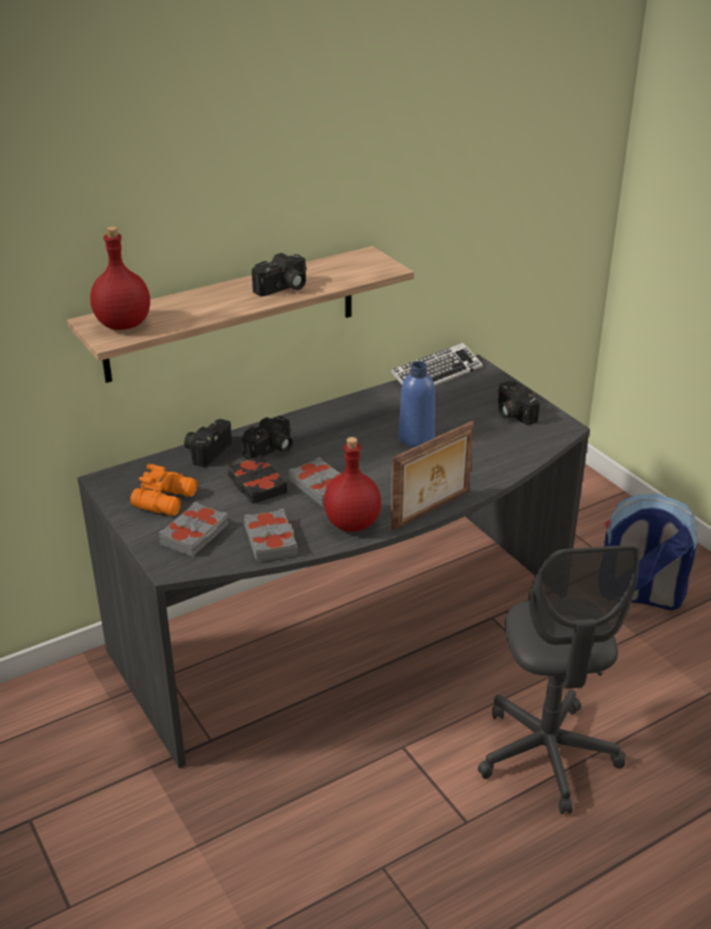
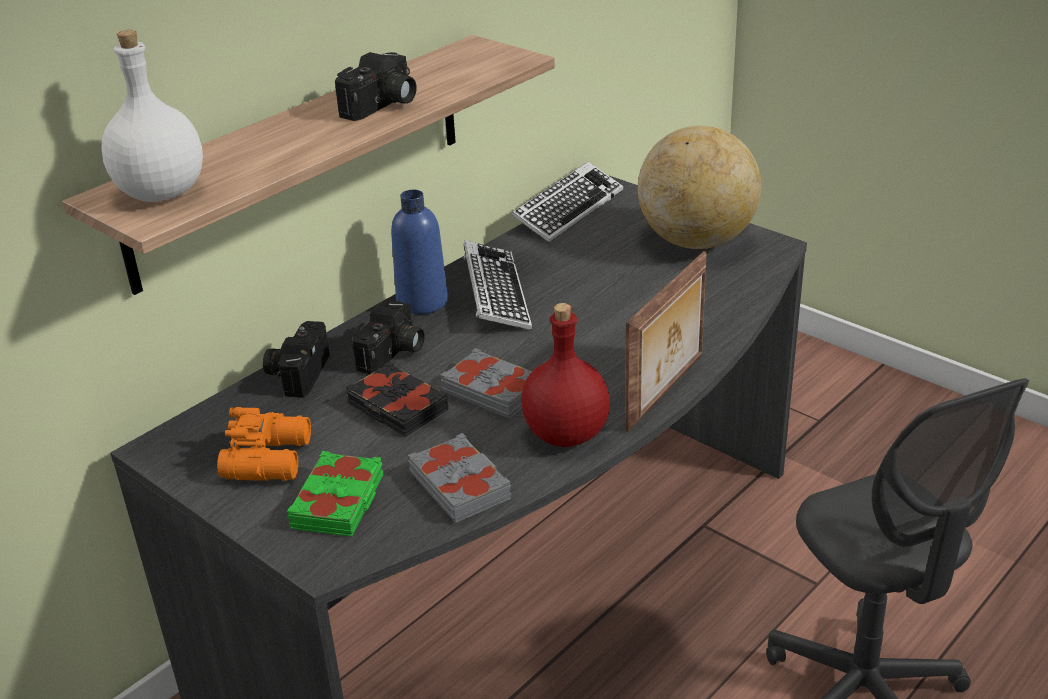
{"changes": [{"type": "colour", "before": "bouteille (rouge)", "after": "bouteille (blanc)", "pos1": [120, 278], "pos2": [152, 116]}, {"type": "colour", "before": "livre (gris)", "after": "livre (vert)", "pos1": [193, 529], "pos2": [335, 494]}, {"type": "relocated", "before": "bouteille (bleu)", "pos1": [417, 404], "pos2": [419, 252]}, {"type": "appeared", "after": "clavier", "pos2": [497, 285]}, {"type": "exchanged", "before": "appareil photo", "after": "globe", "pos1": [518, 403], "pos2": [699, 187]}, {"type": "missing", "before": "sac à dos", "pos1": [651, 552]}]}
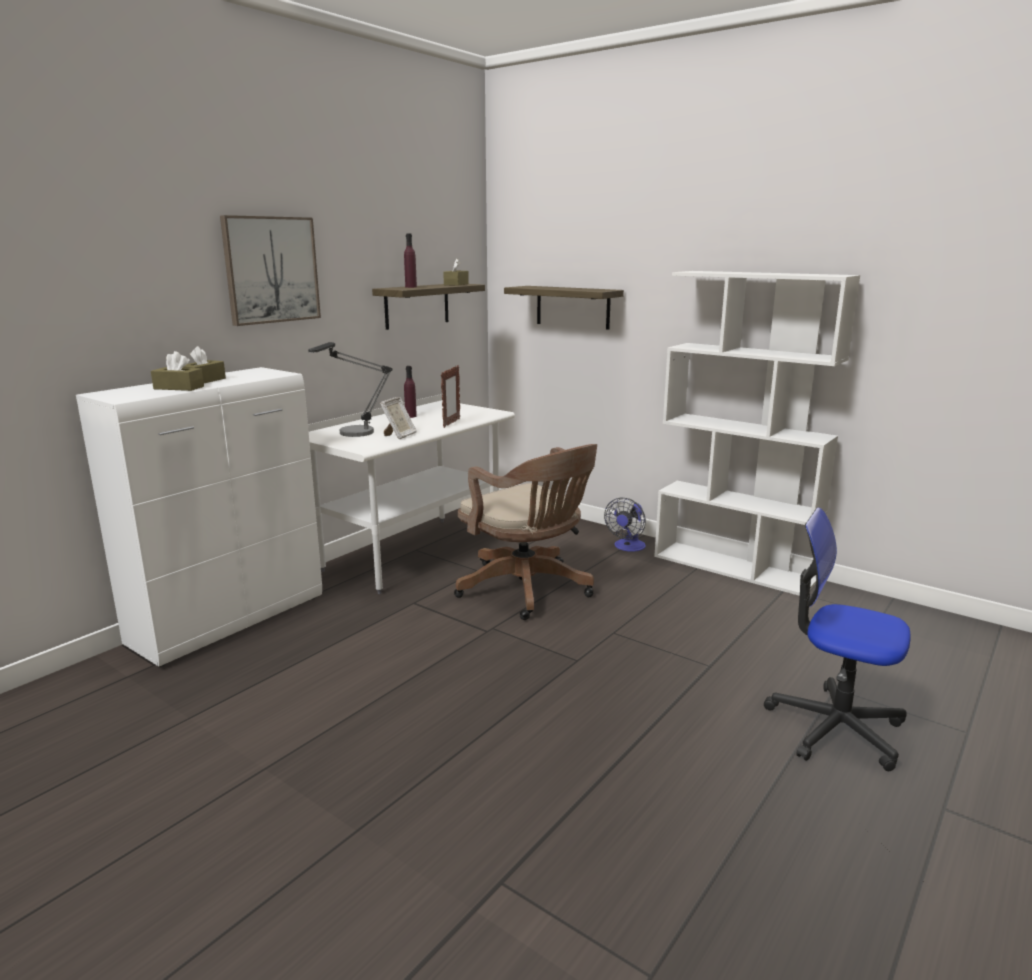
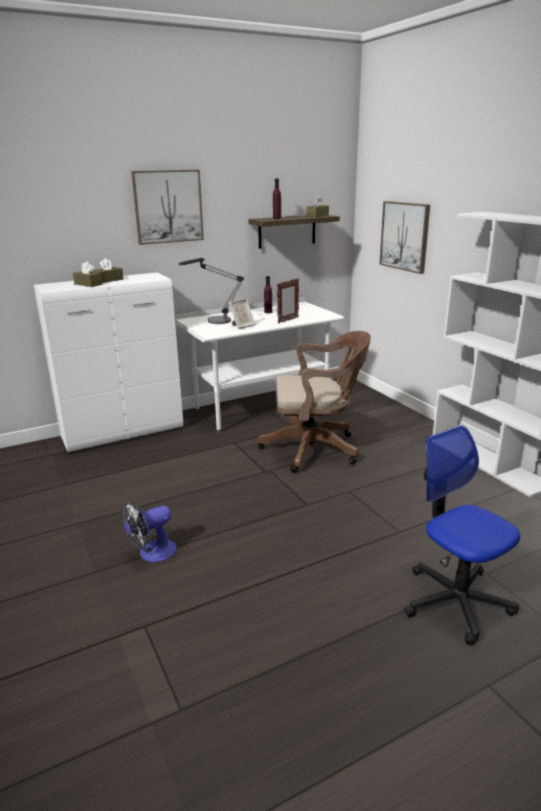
{"changes": [{"type": "relocated", "before": "ventilateur", "pos1": [625, 525], "pos2": [148, 532]}, {"type": "spun", "before": "chaise de bureau (marron)", "pos1": [525, 532], "pos2": [314, 402], "turn": -75}, {"type": "exchanged", "before": "étagère", "after": "tableau", "pos1": [564, 308], "pos2": [404, 237]}]}
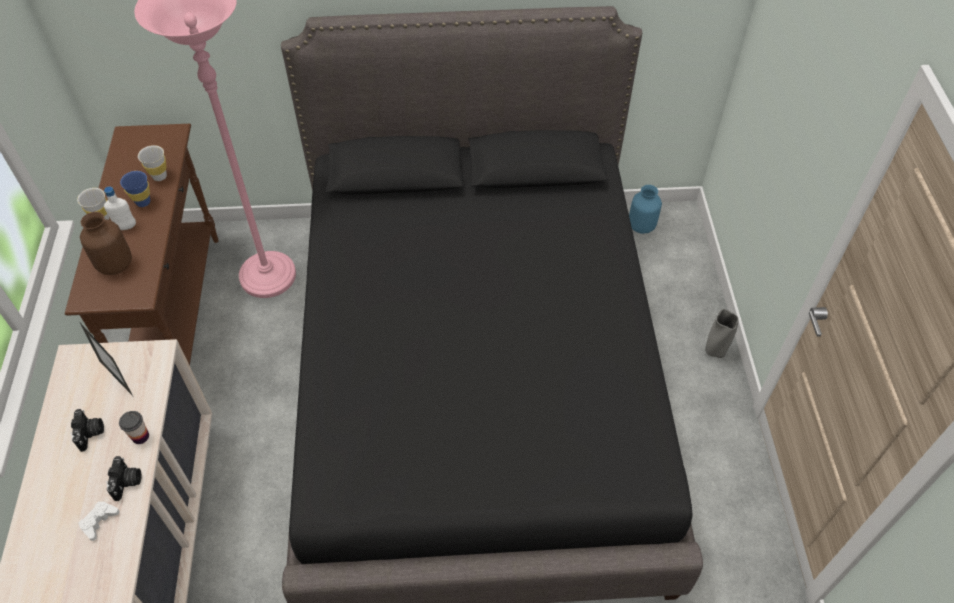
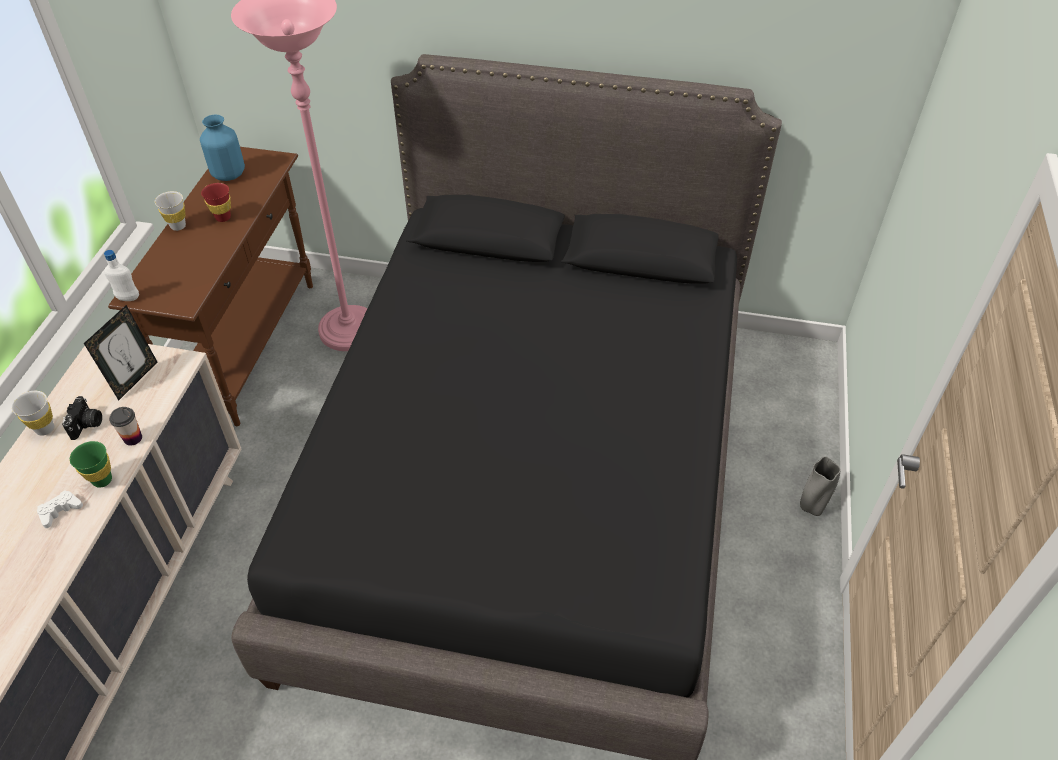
{"changes": [{"type": "relocated", "before": "tasse (blanc)", "pos1": [152, 163], "pos2": [32, 413]}, {"type": "exchanged", "before": "appareil photo", "after": "tasse (vert)", "pos1": [124, 478], "pos2": [90, 464]}, {"type": "spun", "before": "cadre photo", "pos1": [106, 359], "pos2": [120, 352], "turn": 45}, {"type": "relocated", "before": "bouteille (blanc)", "pos1": [120, 208], "pos2": [121, 275]}, {"type": "relocated", "before": "vase (bleu)", "pos1": [645, 209], "pos2": [222, 148]}, {"type": "colour", "before": "tasse (bleu)", "after": "tasse (rouge)", "pos1": [135, 189], "pos2": [216, 202]}, {"type": "missing", "before": "vase (marron)", "pos1": [106, 243]}]}
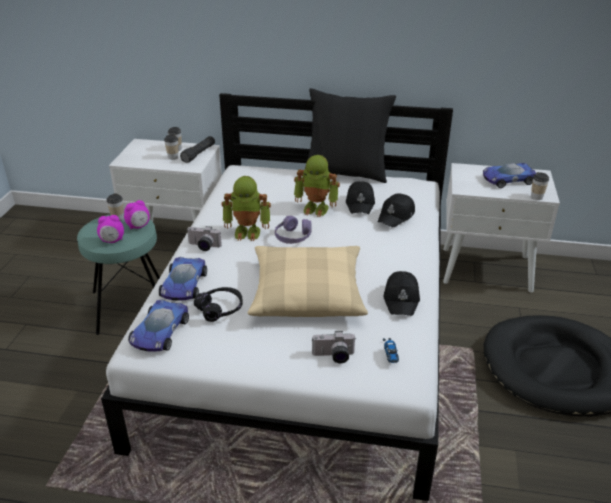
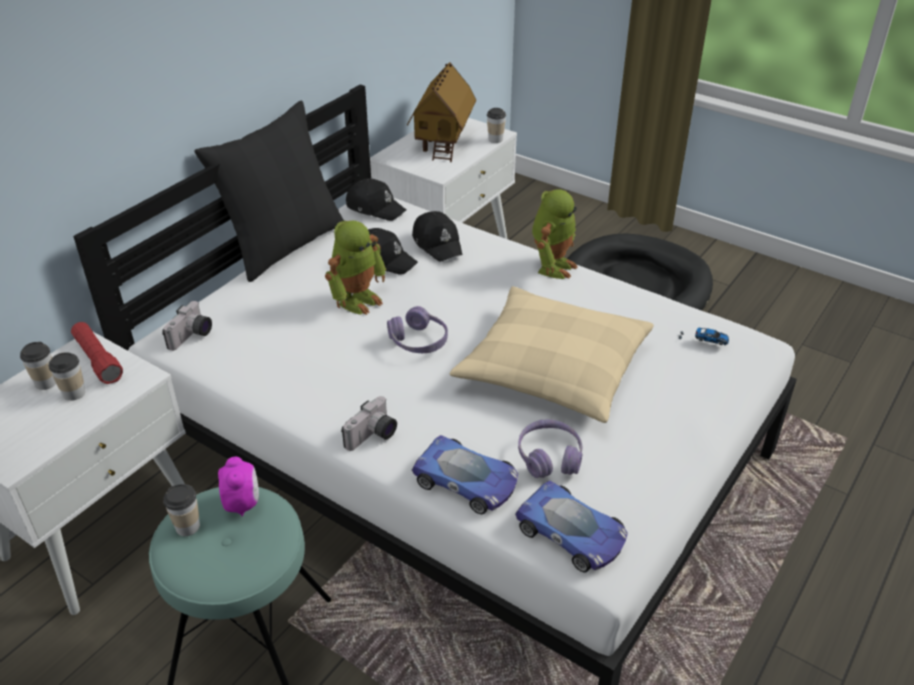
{"changes": [{"type": "colour", "before": "lampe de poche (noir)", "after": "lampe de poche (rouge)", "pos1": [197, 149], "pos2": [97, 353]}, {"type": "relocated", "before": "appareil photo", "pos1": [333, 347], "pos2": [187, 326]}, {"type": "relocated", "before": "casquette (noir)", "pos1": [402, 293], "pos2": [376, 199]}, {"type": "exchanged", "before": "petite voiture", "after": "maison miniature", "pos1": [509, 175], "pos2": [441, 112]}, {"type": "colour", "before": "casque audio (noir)", "after": "casque audio (violet)", "pos1": [218, 304], "pos2": [550, 448]}, {"type": "relocated", "before": "robot jouet", "pos1": [246, 208], "pos2": [554, 234]}, {"type": "missing", "before": "réveil", "pos1": [110, 229]}]}
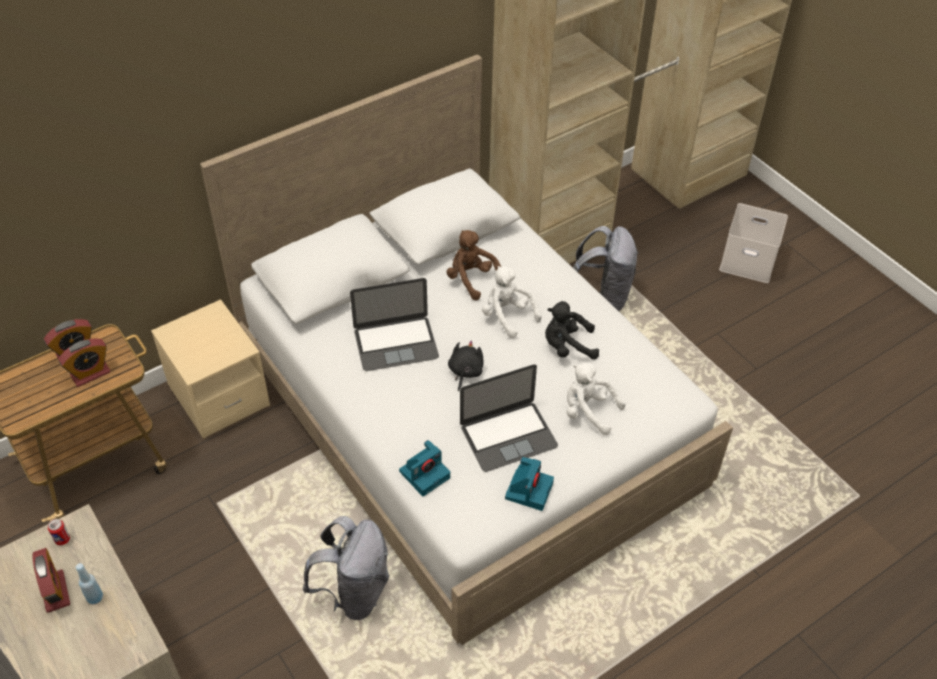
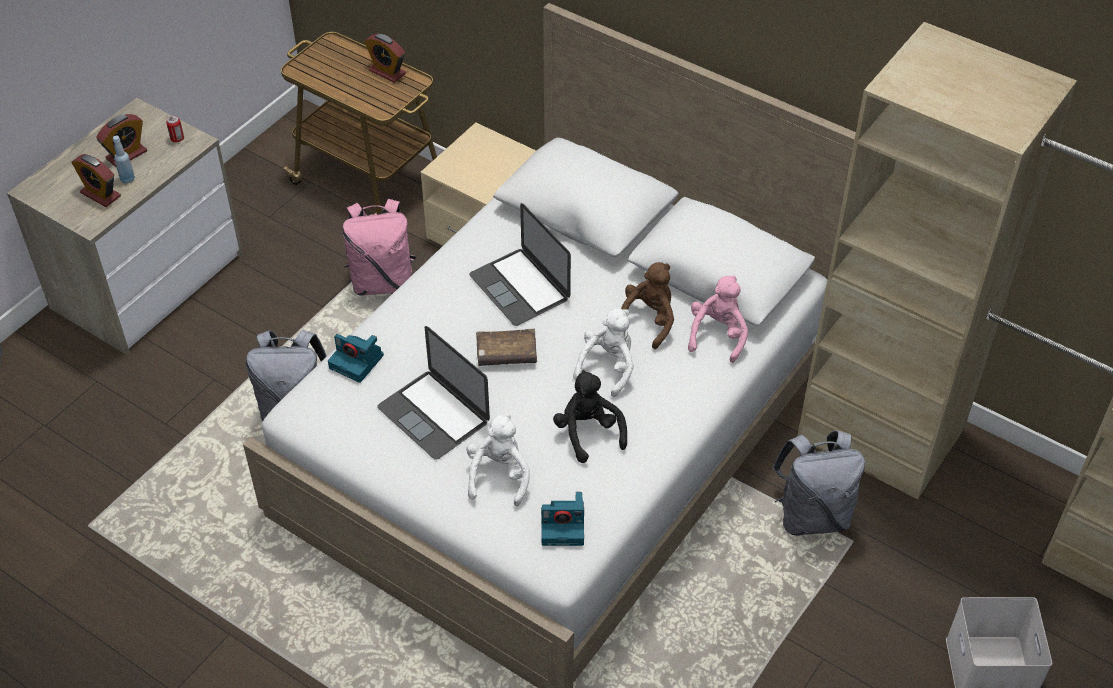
{"changes": [{"type": "relocated", "before": "réveil", "pos1": [84, 363], "pos2": [96, 180]}, {"type": "appeared", "after": "sac à dos (rose)", "pos2": [379, 247]}, {"type": "exchanged", "before": "peluche (noir)", "after": "livre (marron)", "pos1": [466, 366], "pos2": [506, 347]}, {"type": "relocated", "before": "appareil photo", "pos1": [529, 484], "pos2": [562, 519]}, {"type": "appeared", "after": "peluche (rose)", "pos2": [718, 319]}]}
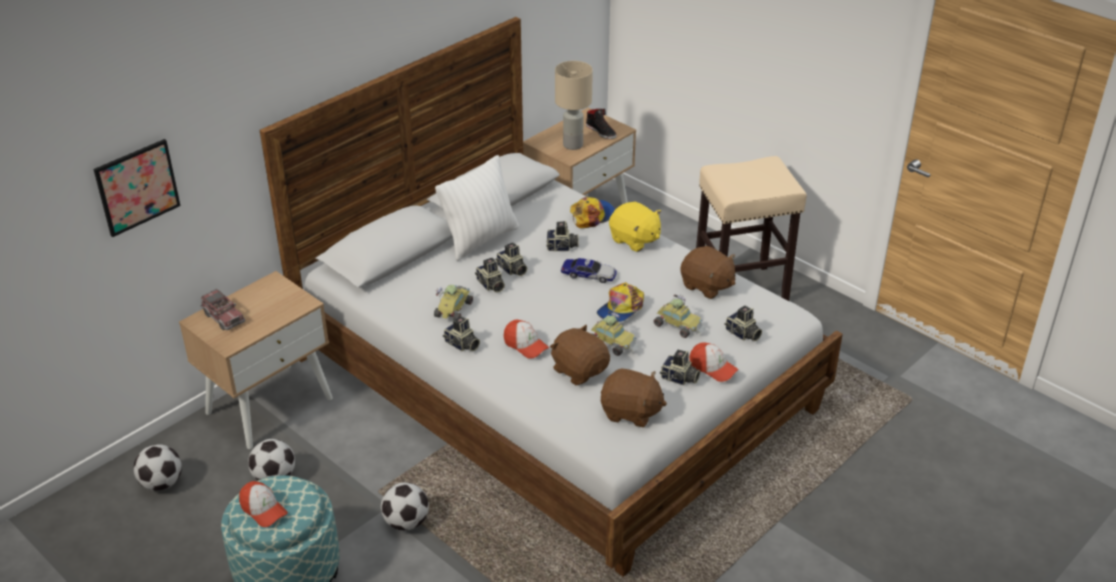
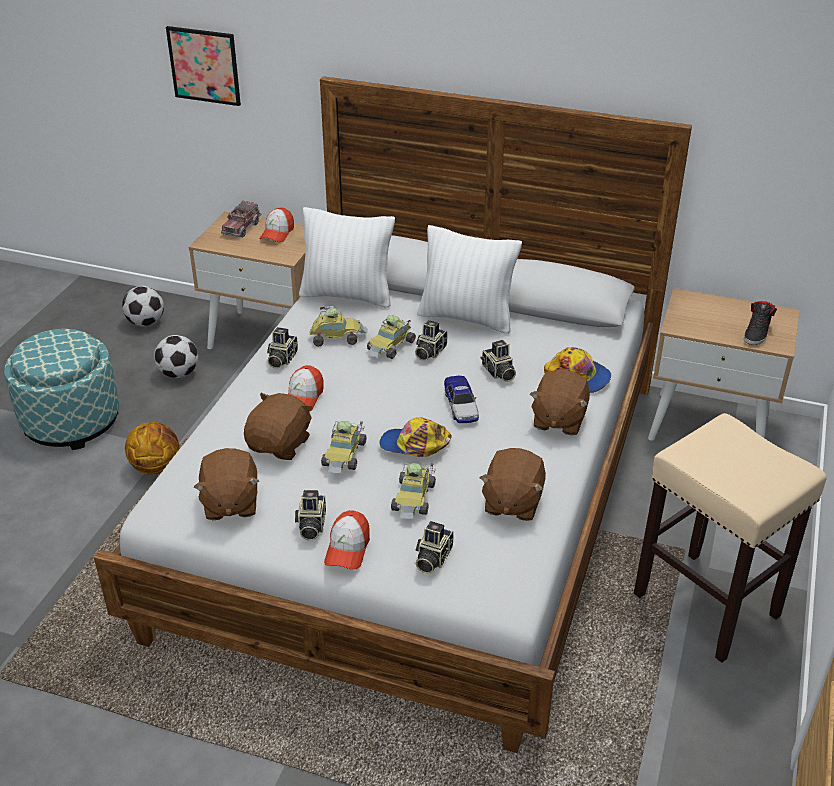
{"changes": [{"type": "exchanged", "before": "ballon de foot", "after": "ballon de basket", "pos1": [405, 506], "pos2": [152, 448]}, {"type": "relocated", "before": "casquette", "pos1": [263, 504], "pos2": [277, 225]}, {"type": "appeared", "after": "coussin (blanc)", "pos2": [347, 257]}, {"type": "exchanged", "before": "appareil photo", "after": "petite voiture", "pos1": [490, 275], "pos2": [391, 337]}, {"type": "colour", "before": "peluche (jaune)", "after": "peluche (marron)", "pos1": [635, 227], "pos2": [560, 402]}, {"type": "missing", "before": "lampe de table (beige)", "pos1": [574, 105]}]}
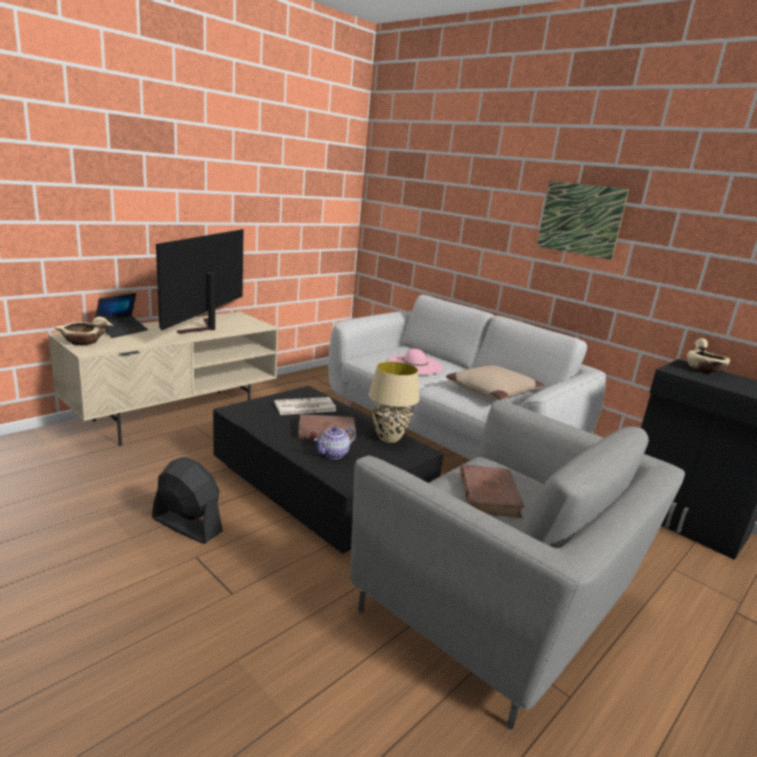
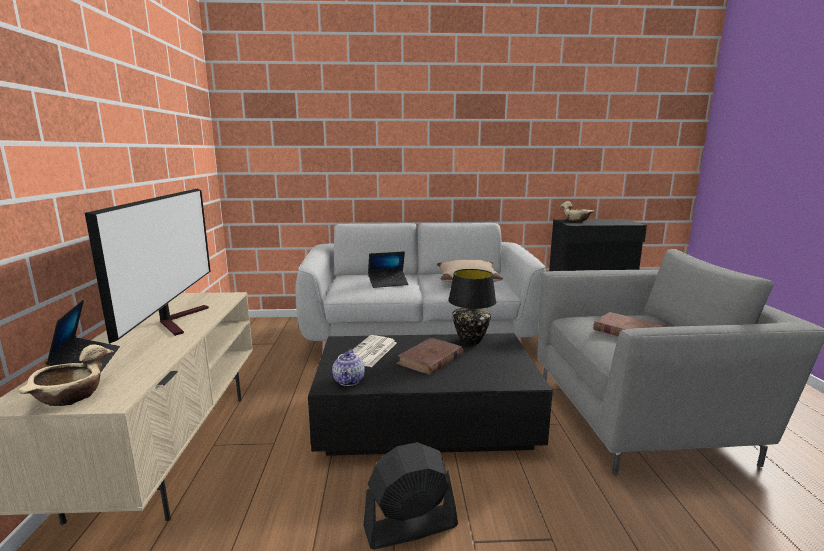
{"changes": [{"type": "spun", "before": "téléviseur", "pos1": [200, 281], "pos2": [148, 266], "turn": -150}, {"type": "relocated", "before": "théière", "pos1": [334, 442], "pos2": [348, 367]}, {"type": "exchanged", "before": "chapeau (rose)", "after": "ordinateur portable", "pos1": [415, 361], "pos2": [388, 269]}, {"type": "colour", "before": "lampe de table (beige)", "after": "lampe de table (noir)", "pos1": [394, 402], "pos2": [472, 307]}, {"type": "missing", "before": "tableau", "pos1": [583, 220]}]}
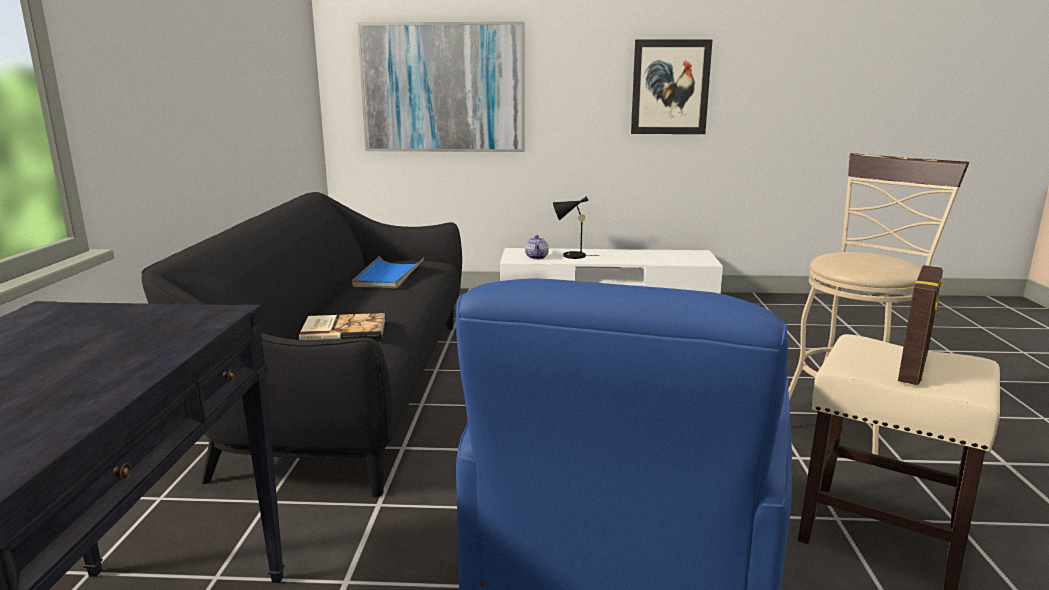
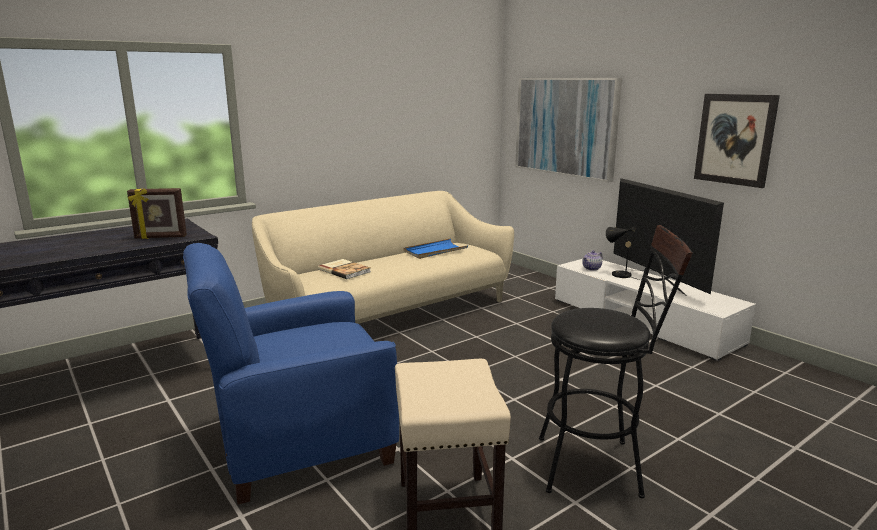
{"changes": [{"type": "relocated", "before": "cadre photo", "pos1": [920, 325], "pos2": [157, 213]}, {"type": "colour", "before": "canapé (noir)", "after": "canapé (beige)", "pos1": [301, 344], "pos2": [383, 257]}, {"type": "colour", "before": "tabouret (beige)", "after": "tabouret (noir)", "pos1": [878, 309], "pos2": [616, 361]}, {"type": "appeared", "after": "téléviseur", "pos2": [668, 237]}]}
